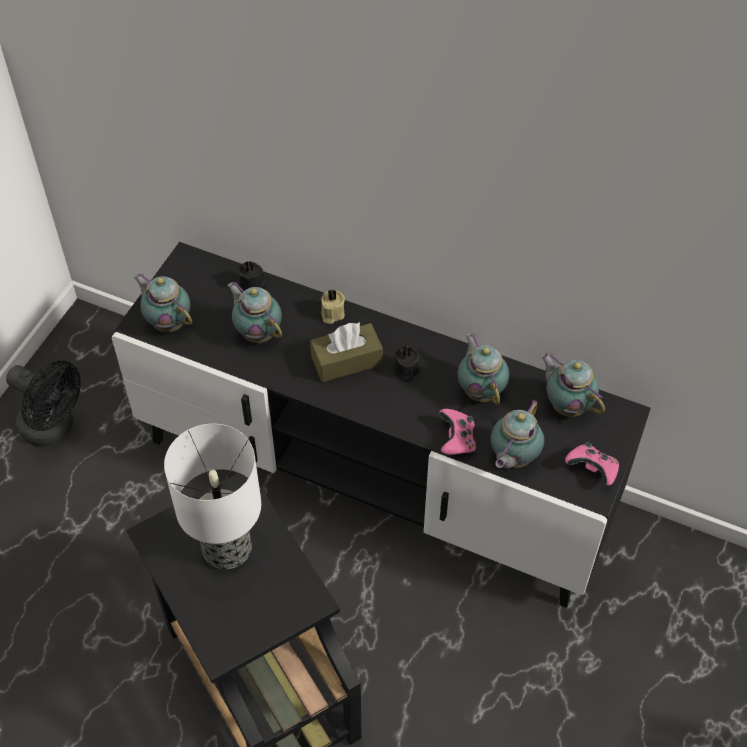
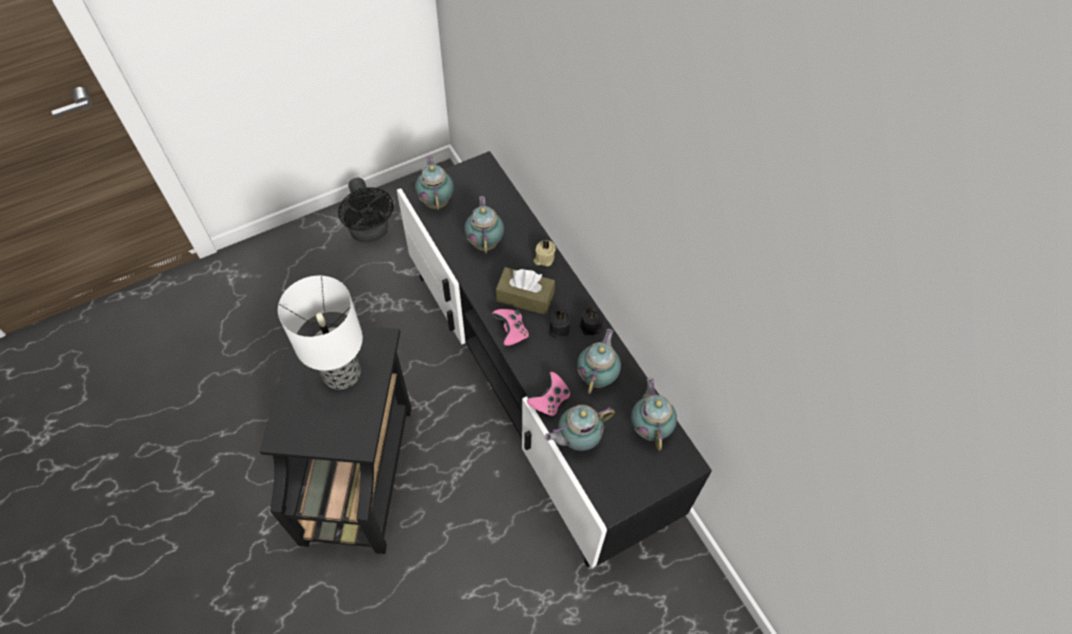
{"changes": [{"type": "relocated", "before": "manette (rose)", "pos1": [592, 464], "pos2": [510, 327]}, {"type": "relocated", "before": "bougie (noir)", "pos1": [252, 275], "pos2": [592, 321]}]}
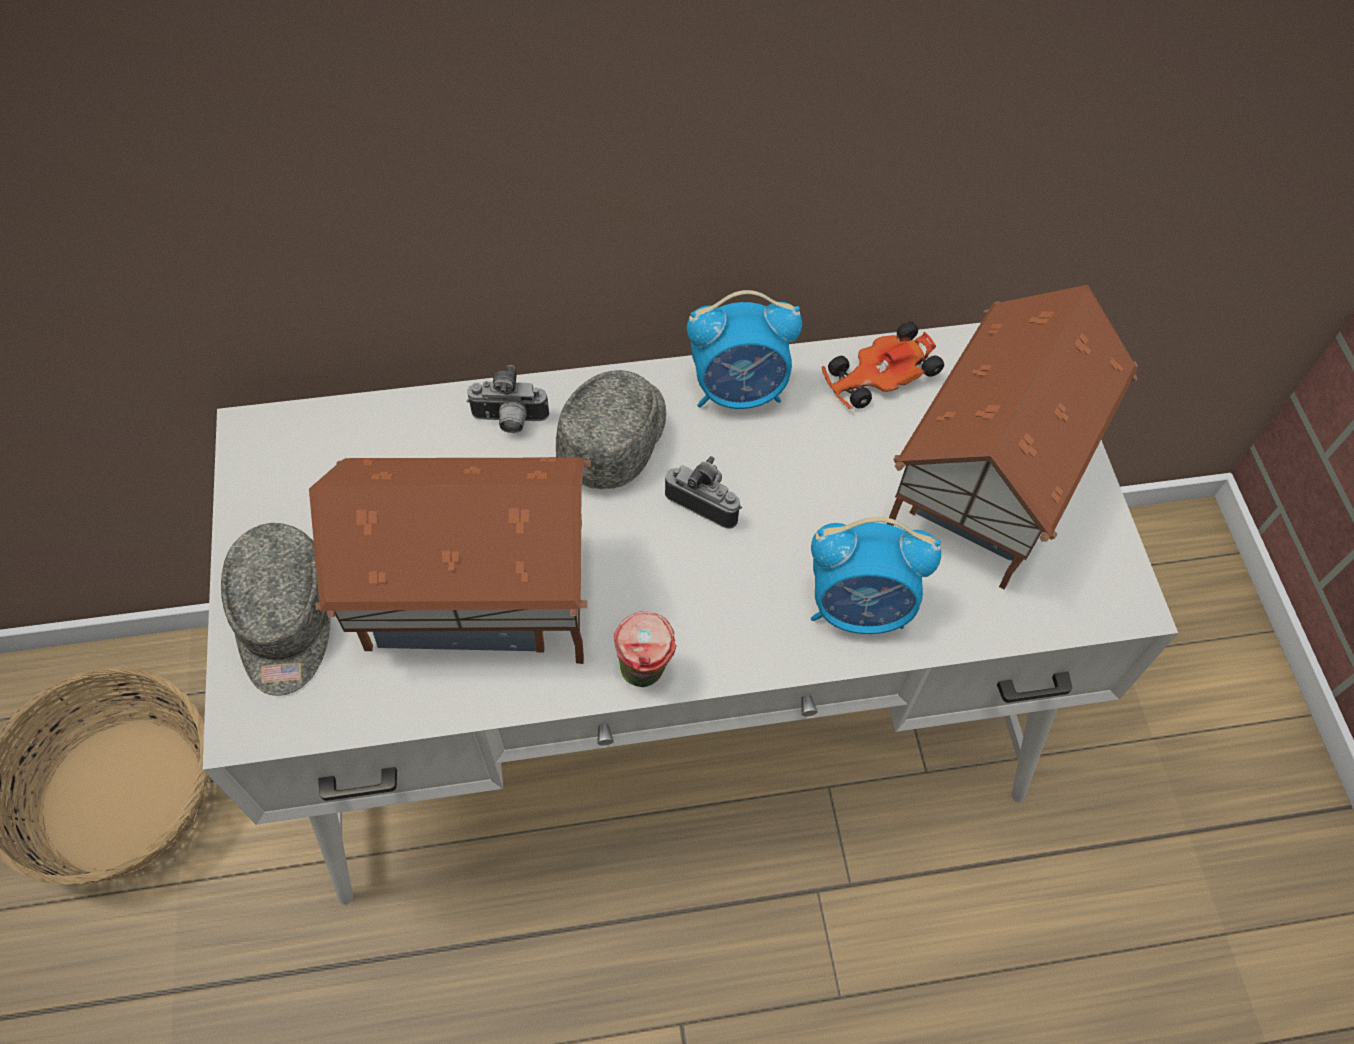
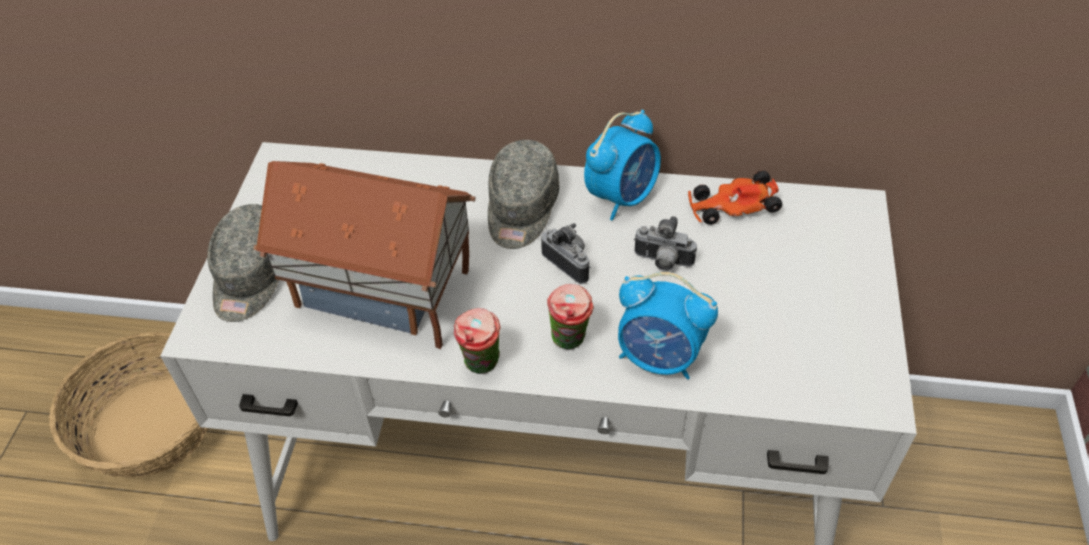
{"changes": [{"type": "spun", "before": "casquette (gris)", "pos1": [611, 429], "pos2": [524, 194], "turn": 150}, {"type": "appeared", "after": "tasse", "pos2": [570, 317]}, {"type": "spun", "before": "réveil", "pos1": [744, 349], "pos2": [622, 165], "turn": -60}, {"type": "relocated", "before": "appareil photo", "pos1": [508, 399], "pos2": [665, 243]}, {"type": "missing", "before": "maison miniature", "pos1": [1012, 437]}]}
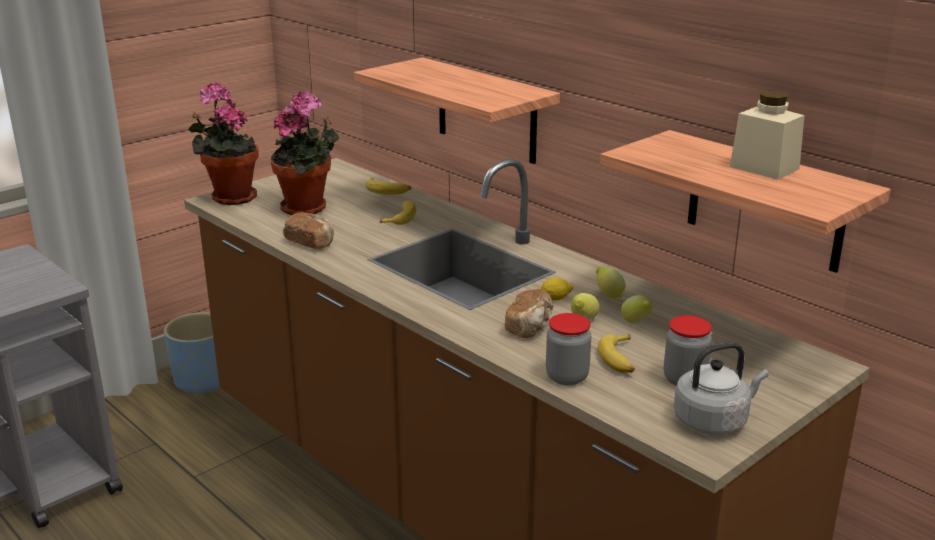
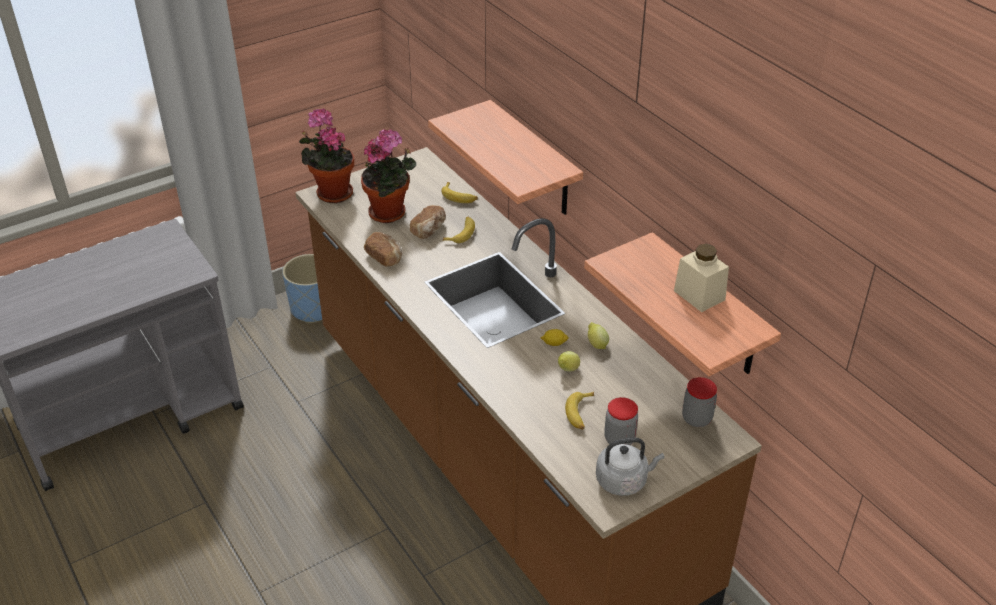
{"changes": [{"type": "relocated", "before": "pain", "pos1": [529, 313], "pos2": [428, 222]}, {"type": "relocated", "before": "bocal", "pos1": [569, 349], "pos2": [699, 402]}, {"type": "missing", "before": "citron", "pos1": [636, 309]}]}
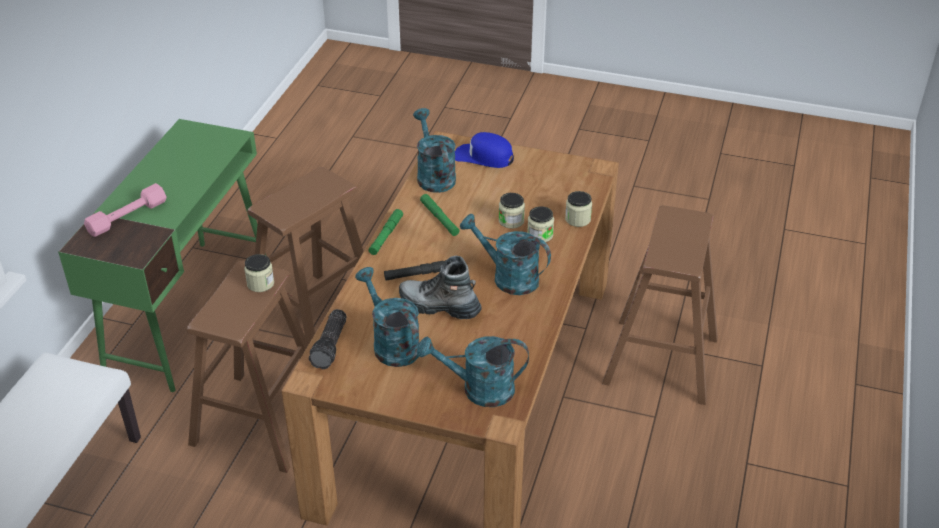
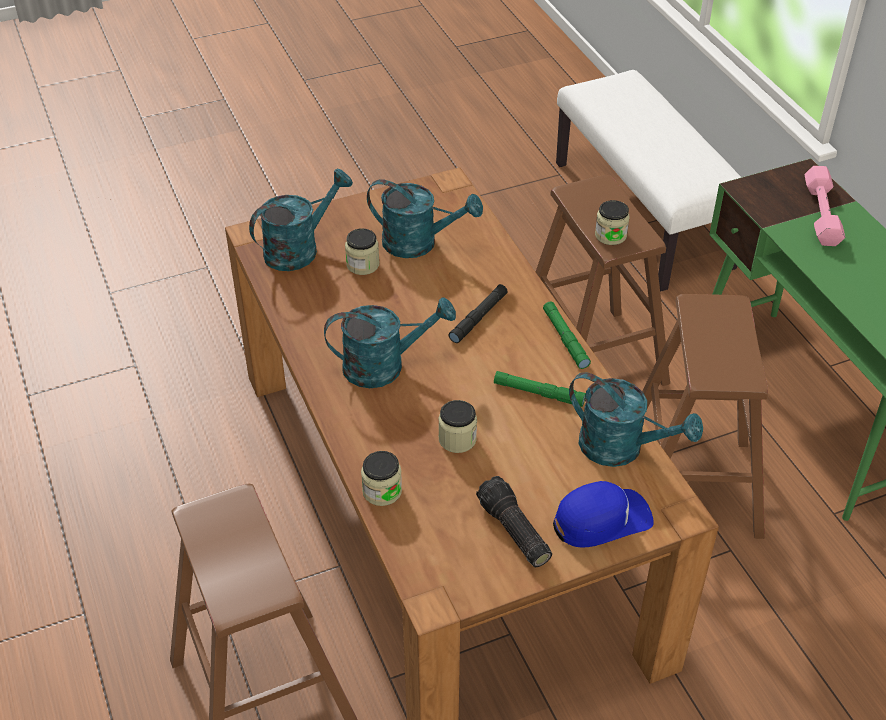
{"changes": [{"type": "relocated", "before": "bocal", "pos1": [540, 224], "pos2": [362, 251]}, {"type": "relocated", "before": "lampe de poche", "pos1": [327, 339], "pos2": [514, 521]}, {"type": "missing", "before": "botte", "pos1": [440, 287]}]}
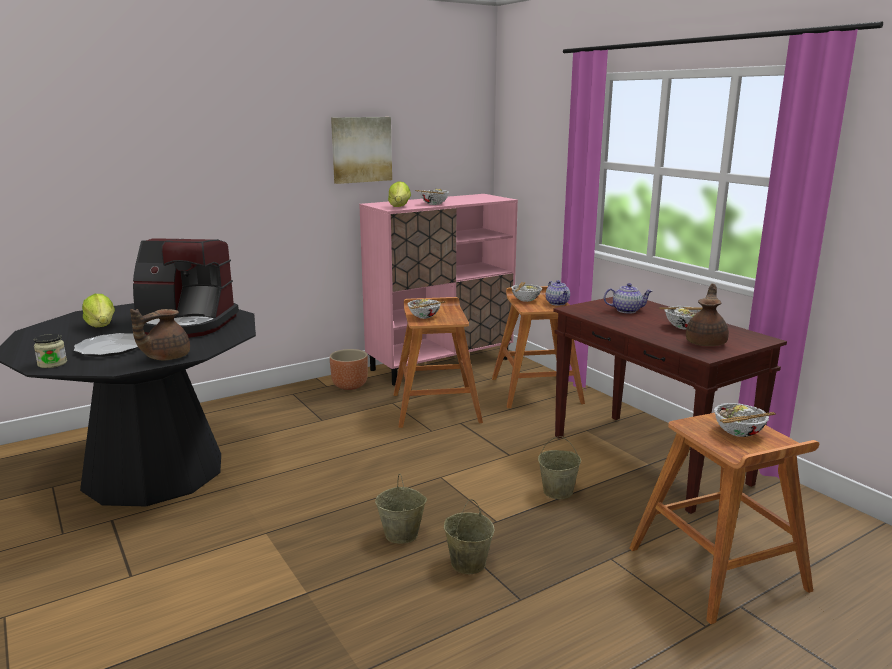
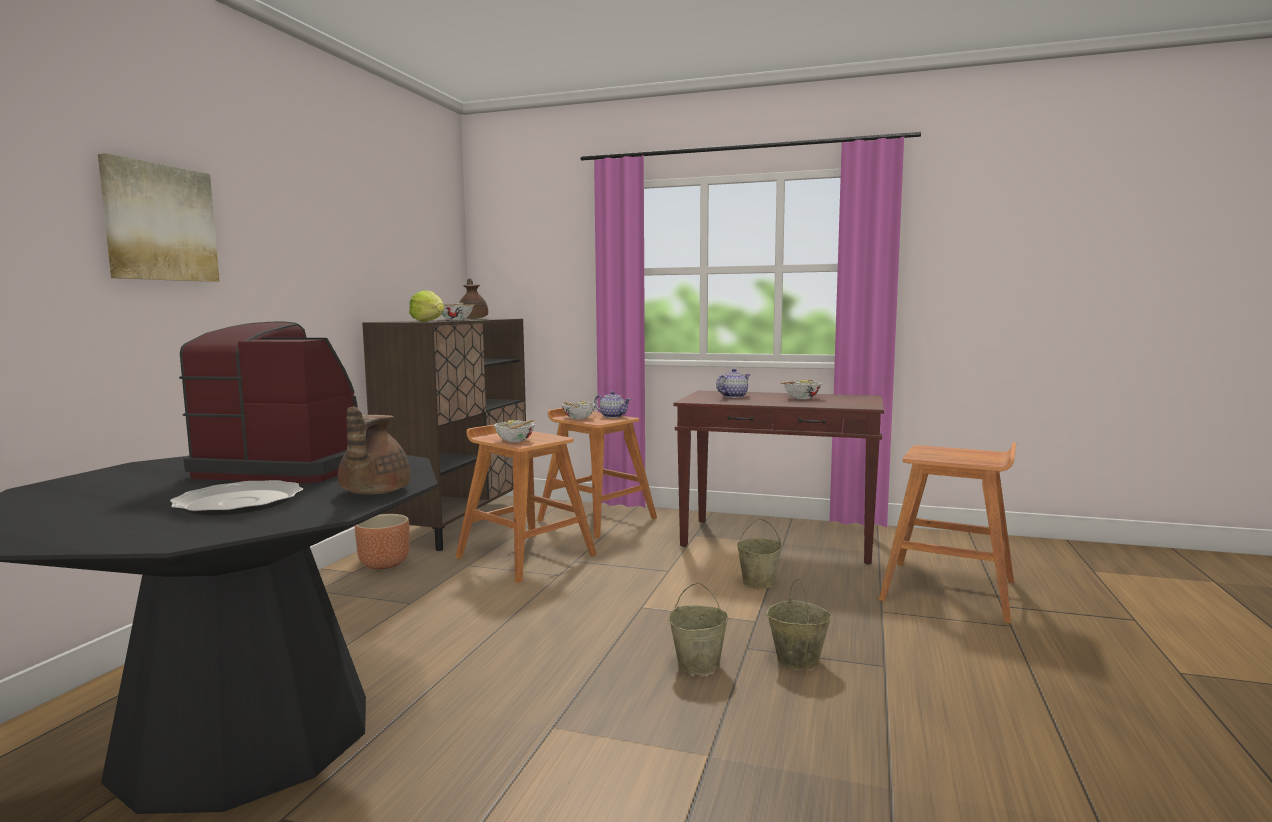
{"changes": [{"type": "relocated", "before": "tableau", "pos1": [361, 150], "pos2": [158, 217]}, {"type": "spun", "before": "machine à café", "pos1": [186, 288], "pos2": [268, 402], "turn": -135}, {"type": "colour", "before": "meuble de rangement (rose)", "after": "meuble de rangement (marron)", "pos1": [438, 290], "pos2": [444, 435]}, {"type": "relocated", "before": "théière (marron)", "pos1": [707, 315], "pos2": [473, 298]}, {"type": "missing", "before": "bocal", "pos1": [50, 351]}, {"type": "missing", "before": "laitue", "pos1": [98, 310]}, {"type": "missing", "before": "bol", "pos1": [745, 420]}]}
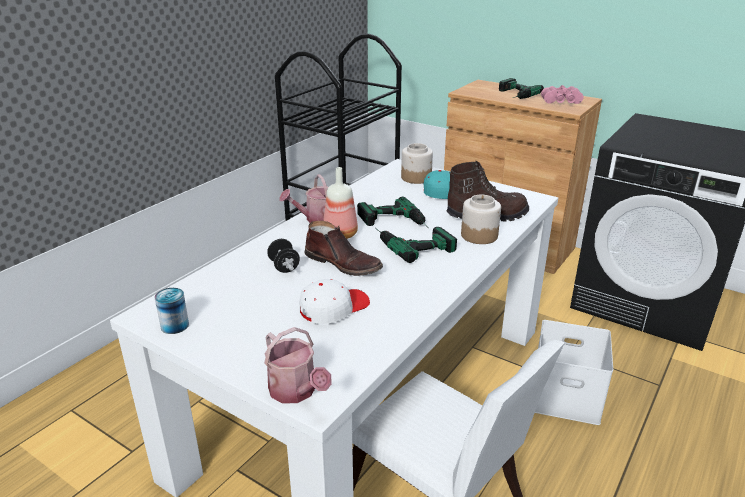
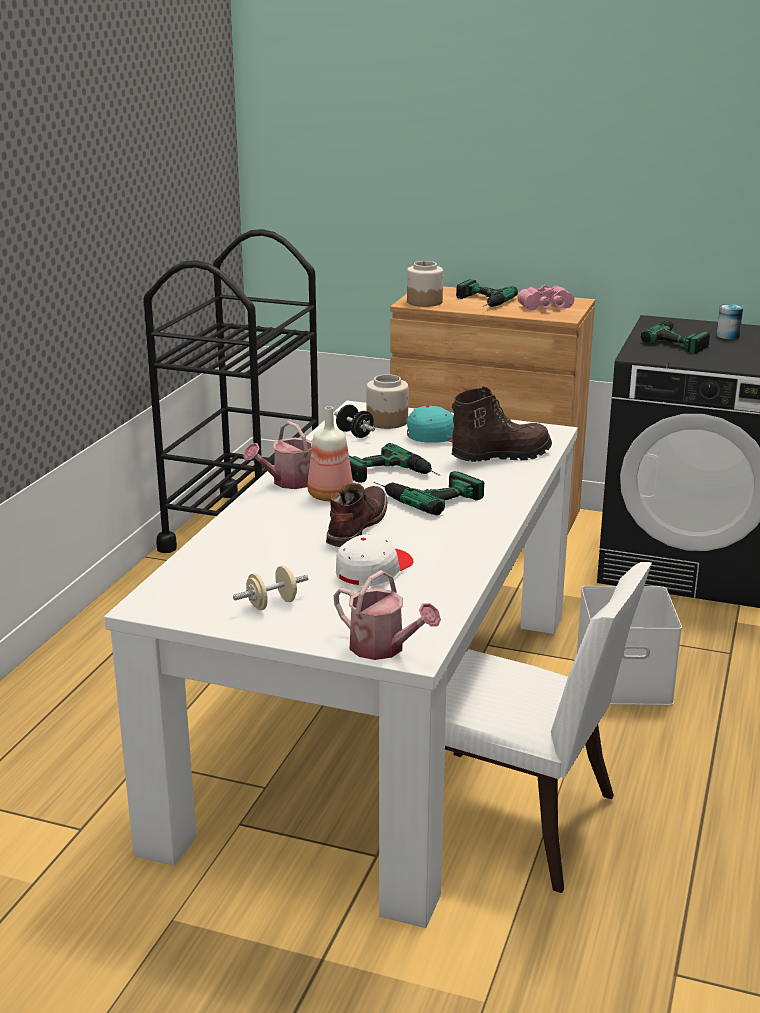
{"changes": [{"type": "appeared", "after": "haltère (beige)", "pos2": [270, 588]}, {"type": "spun", "before": "botte (marron)", "pos1": [344, 248], "pos2": [357, 515], "turn": -90}, {"type": "relocated", "before": "haltère (noir)", "pos1": [283, 256], "pos2": [354, 421]}, {"type": "relocated", "before": "bocal", "pos1": [481, 219], "pos2": [425, 284]}, {"type": "appeared", "after": "perceuse", "pos2": [675, 337]}, {"type": "relocated", "before": "boîte métallique", "pos1": [172, 311], "pos2": [730, 321]}]}
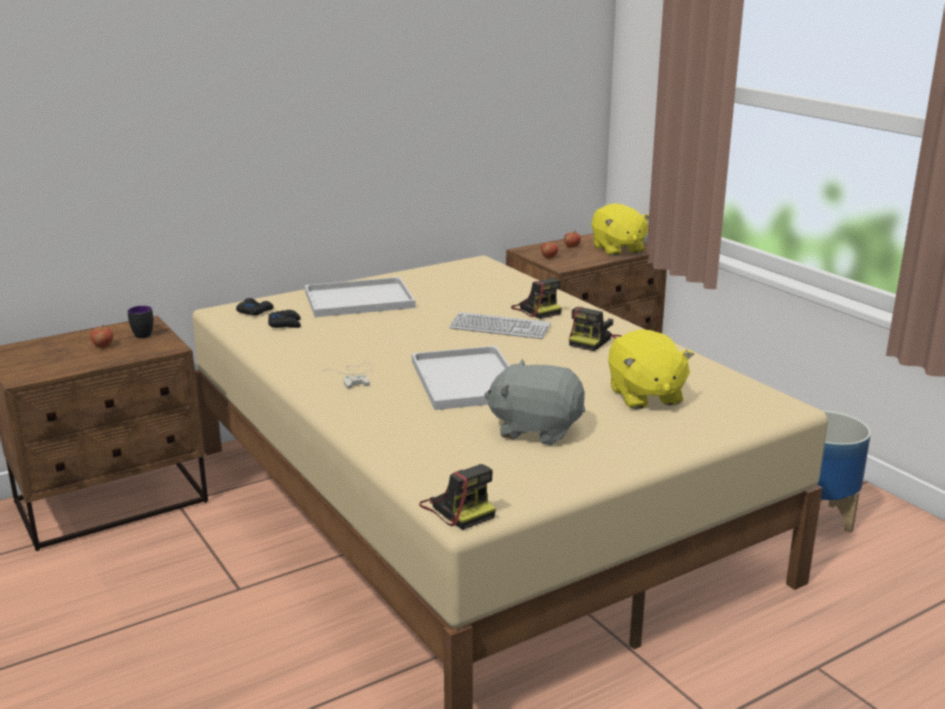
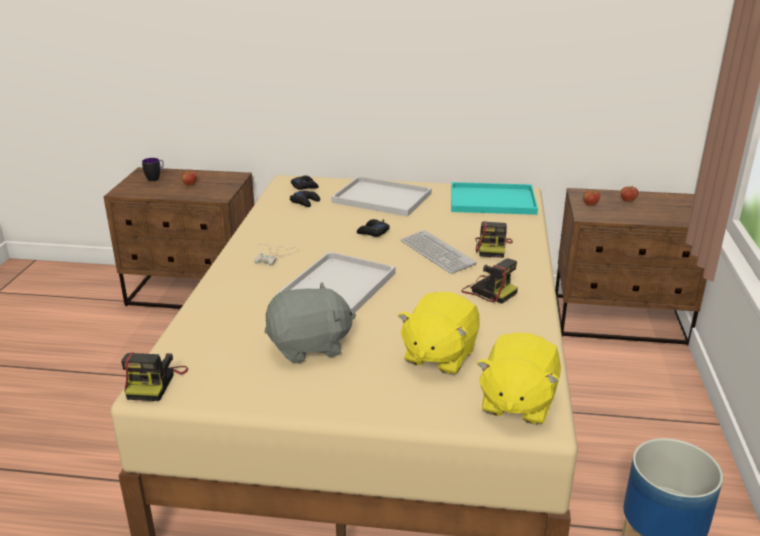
{"changes": [{"type": "relocated", "before": "mug", "pos1": [141, 322], "pos2": [153, 169]}, {"type": "spun", "before": "peluche (gris)", "pos1": [534, 402], "pos2": [310, 323], "turn": 105}, {"type": "appeared", "after": "manette (noir)", "pos2": [373, 228]}, {"type": "appeared", "after": "plateau (turquoise)", "pos2": [494, 198]}, {"type": "spun", "before": "appareil photo", "pos1": [595, 329], "pos2": [489, 281], "turn": -120}, {"type": "relocated", "before": "peluche (jaune)", "pos1": [620, 229], "pos2": [519, 379]}]}
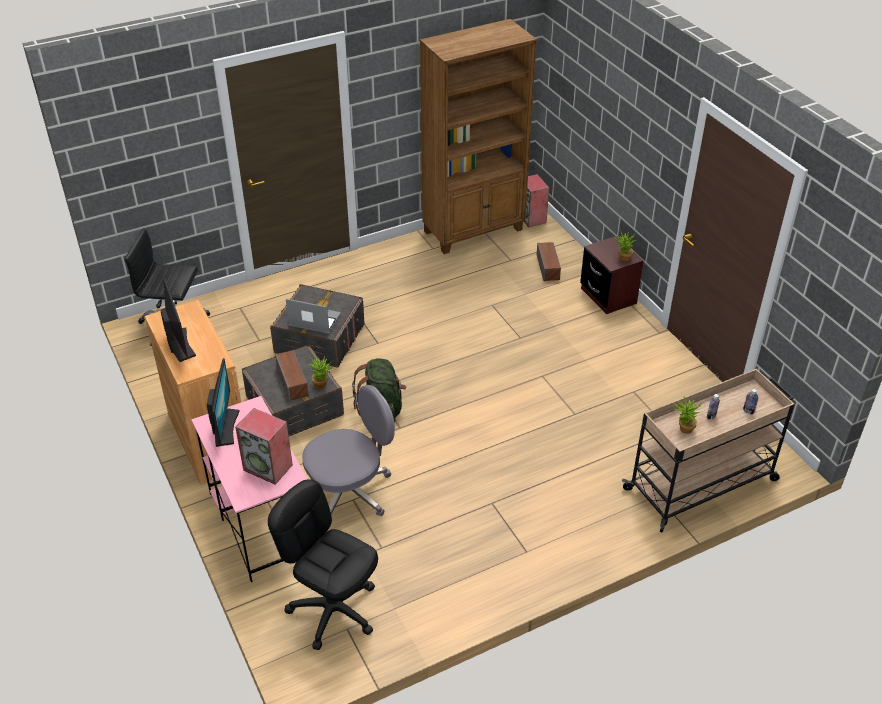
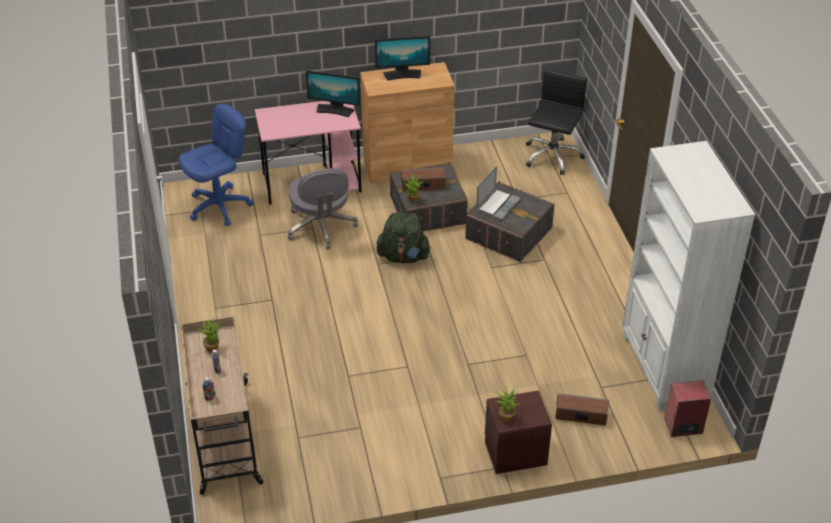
{"changes": [{"type": "colour", "before": "chaise de bureau (noir)", "after": "chaise de bureau (bleu)", "pos1": [323, 564], "pos2": [215, 164]}, {"type": "colour", "before": "bibliothèque (marron)", "after": "bibliothèque (blanc)", "pos1": [478, 136], "pos2": [688, 276]}, {"type": "missing", "before": "enceinte", "pos1": [264, 446]}]}
